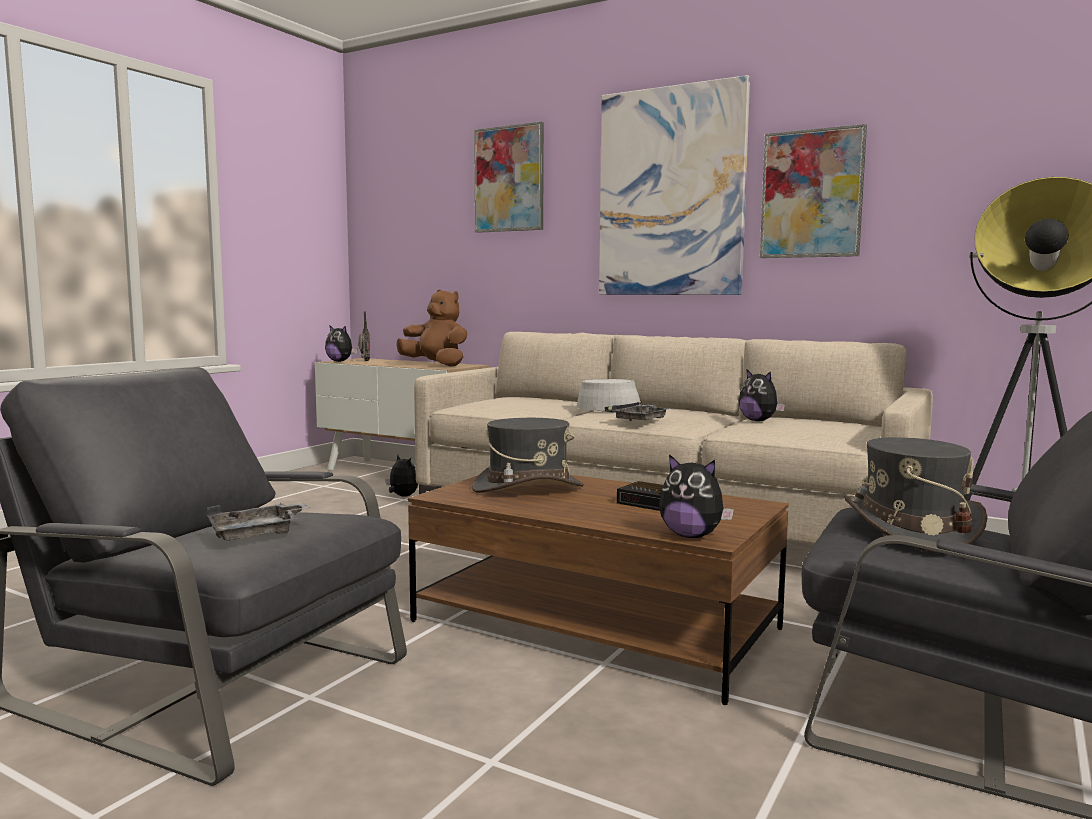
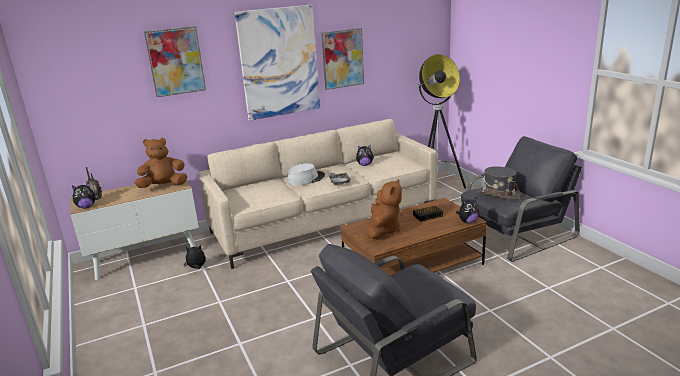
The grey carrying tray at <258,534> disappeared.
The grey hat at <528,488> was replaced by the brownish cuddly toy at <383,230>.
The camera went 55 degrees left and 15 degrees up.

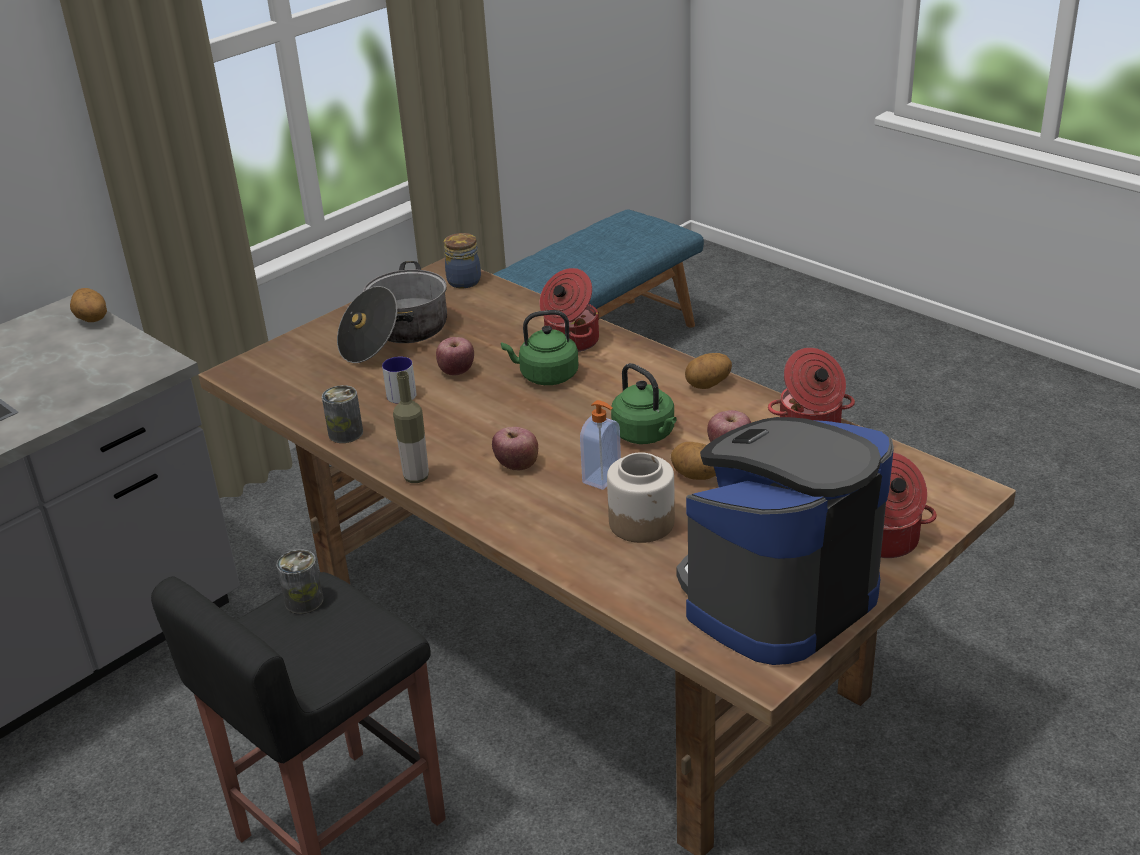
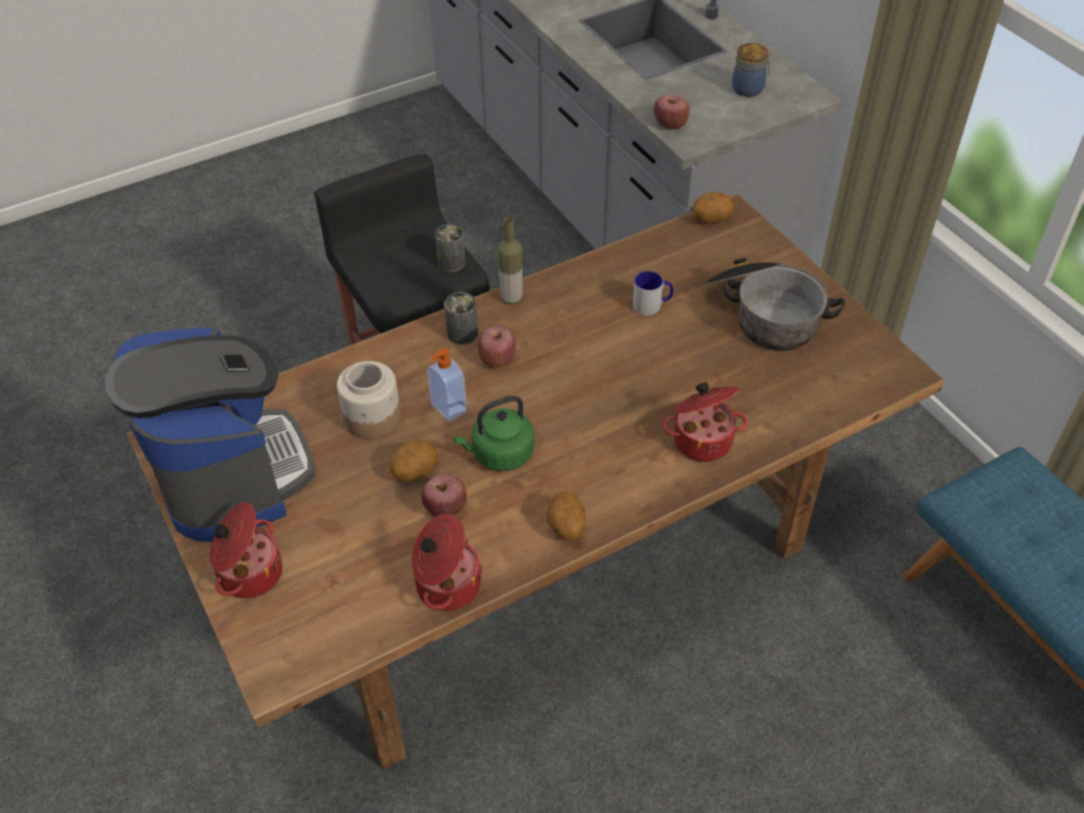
The green tea kettle at <545,376> disappeared.
The spud moved from <92,320> to <711,219>.
The metal can moved from <345,433> to <462,333>.
The apple moved from <457,371> to <670,125>.
The jar moved from <463,281> to <749,89>.
The camera went 105 degrees right and 15 degrees up.

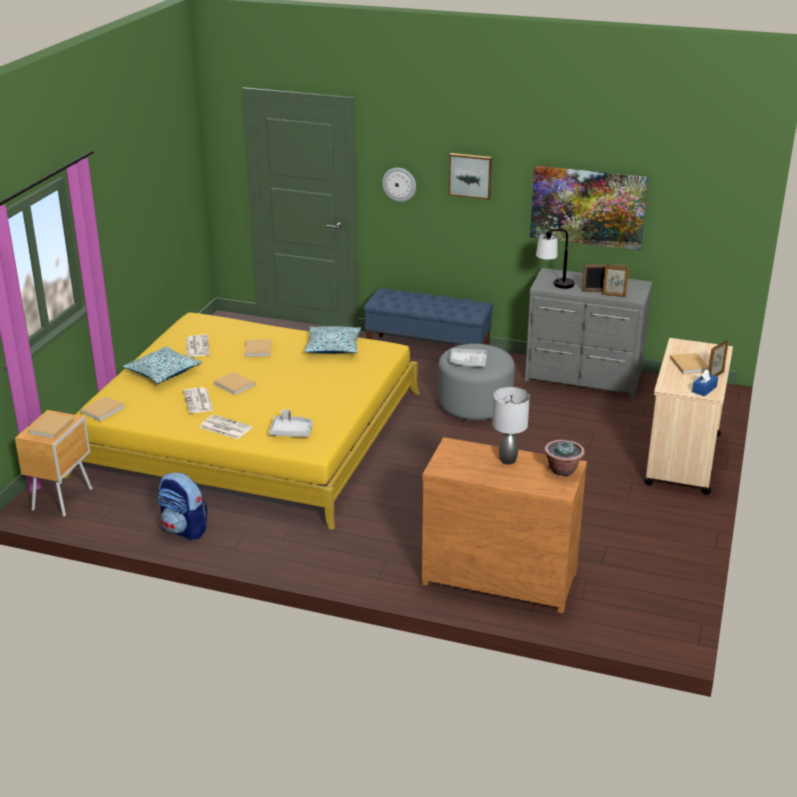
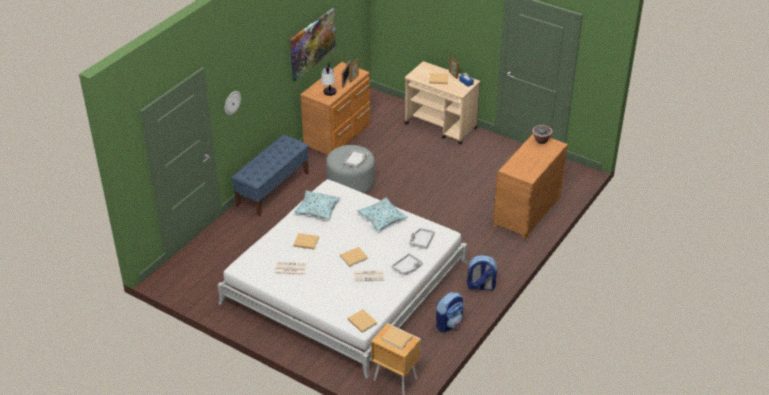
The picture at <470,175> disappeared.
The grey lamp for a table at <508,460> disappeared.
The backpack at <480,286> appeared.
The cushion moved from <163,372> to <382,218>.
The printed paper at <224,427> was replaced by the grey carrying tray at <407,267>.
The yellowish bed at <252,433> became the white bed at <346,283>.
The grey chest of drawers at <584,378> became the brownish chest of drawers at <339,136>.
The camera went 75 degrees left and 10 degrees up.

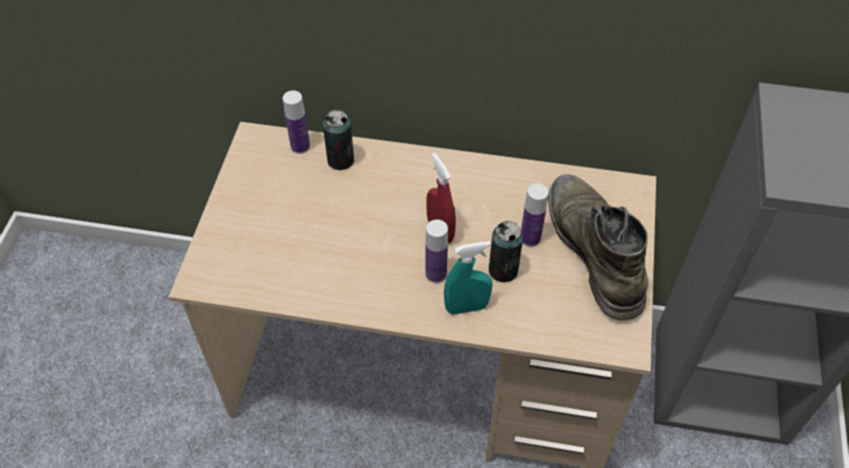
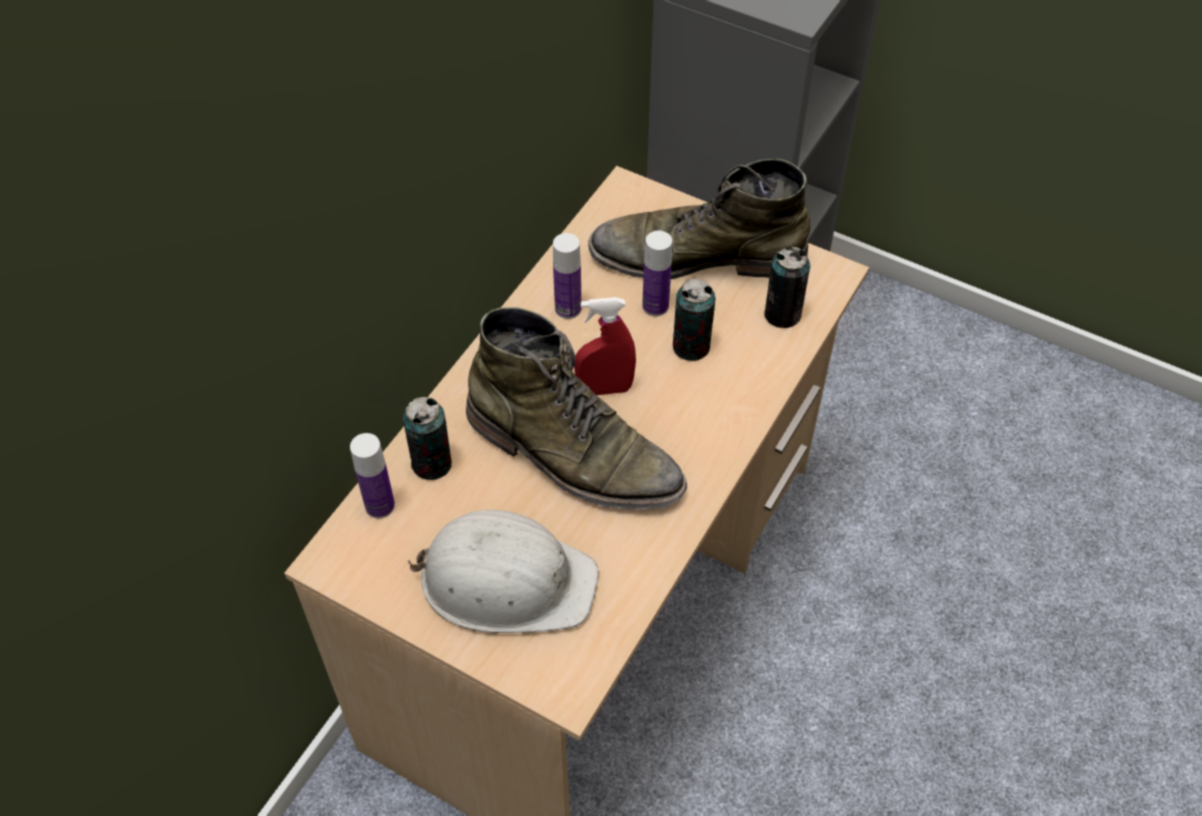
The turquoise-coloured spray bottle at <466,307> disappeared.
The white work helmet at <506,580> appeared.
The green high-top boot at <573,454> appeared.
The metal can at <782,314> appeared.
The beverage bottle moved from <436,274> to <568,308>.
The camera went 70 degrees left and 0 degrees up.

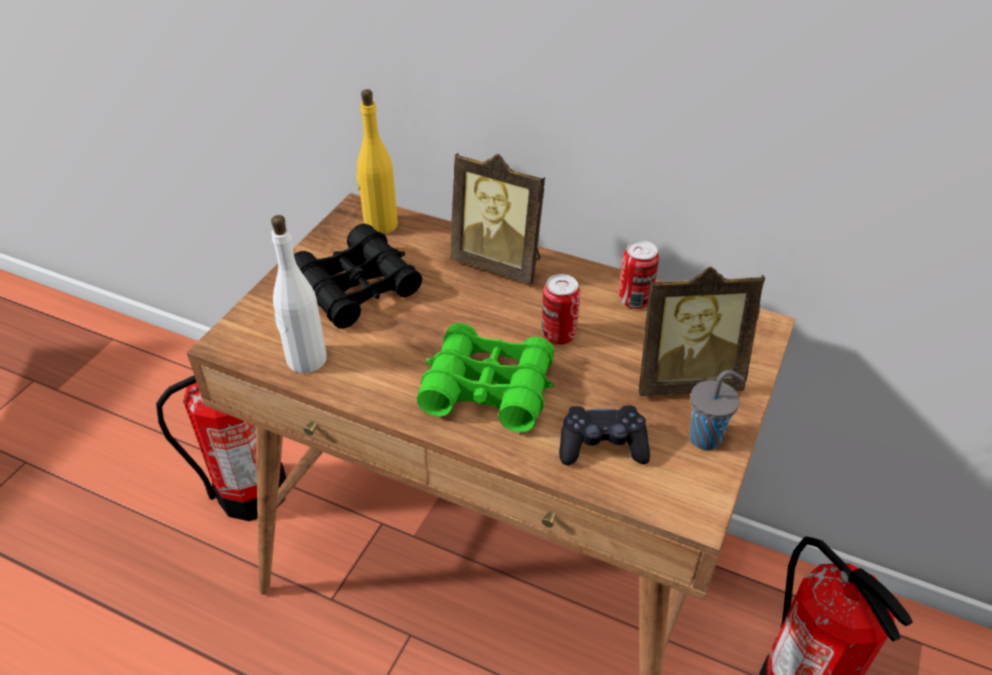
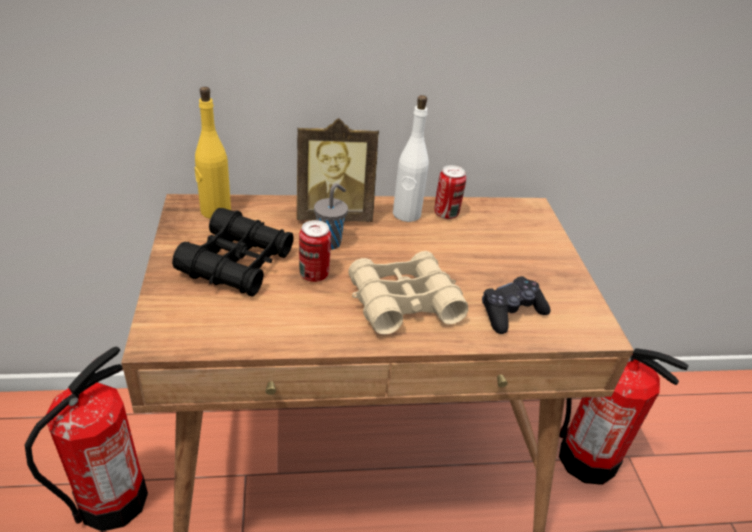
The photo frame at <685,379> disappeared.
The white beverage bottle moved from <306,360> to <406,214>.
The metal can moved from <558,335> to <314,274>.
The grey small cup moved from <707,438> to <330,242>.
The green binoculars at <488,388> became the beige-coloured binoculars at <403,302>.
The camera went 35 degrees left and 5 degrees down.

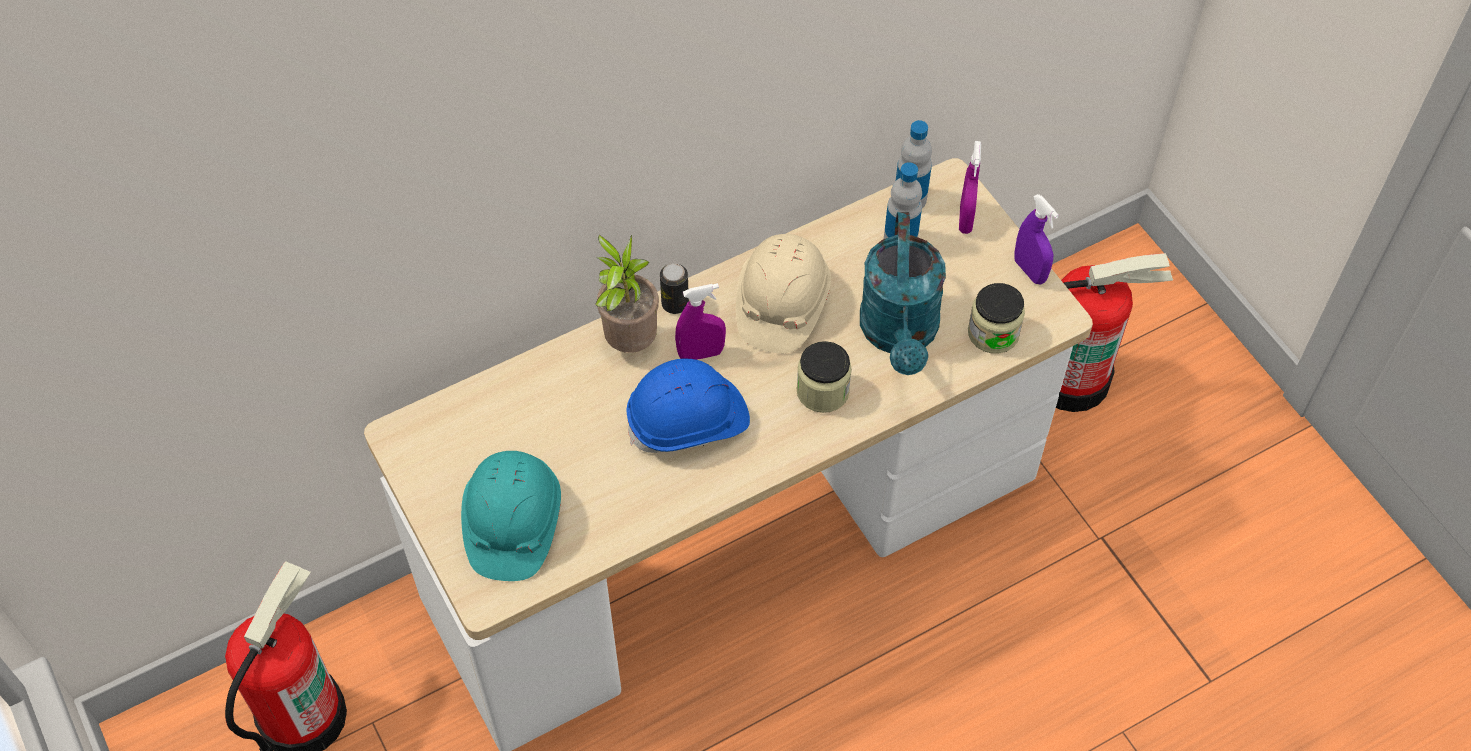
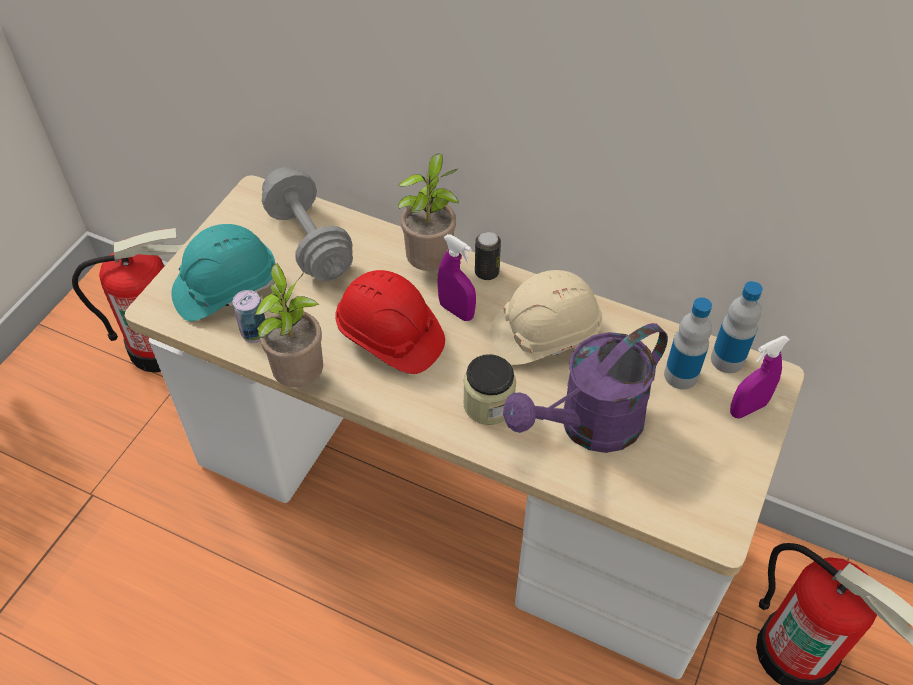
The jar at <993,333> disappeared.
The purple-coloured spray bottle at <1029,271> disappeared.
The metal can at <254,333> appeared.
The potted plant at <300,376> appeared.
The grey free weight at <309,242> appeared.
The bluish work helmet at <688,422> became the reddish work helmet at <390,337>.
The turquoise-coloured sprinkling can at <900,335> became the purple-coloured sprinkling can at <589,426>.
The camera went 55 degrees right and 5 degrees down.

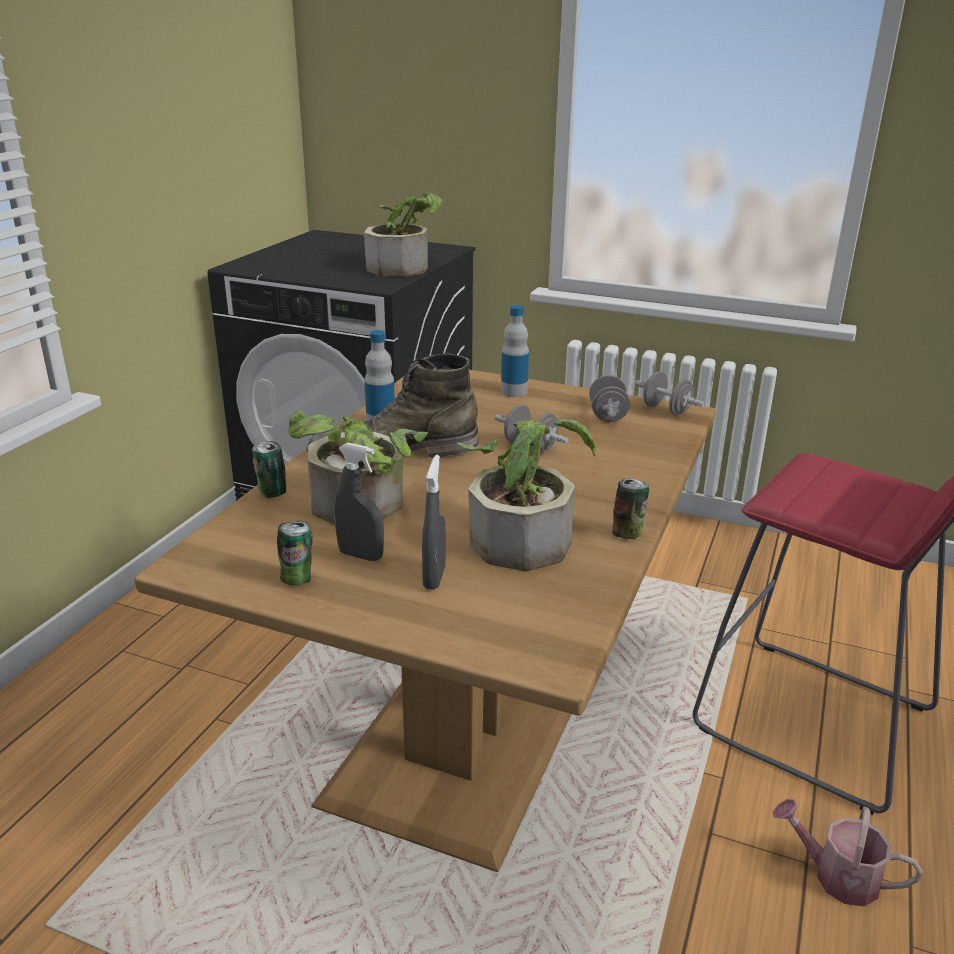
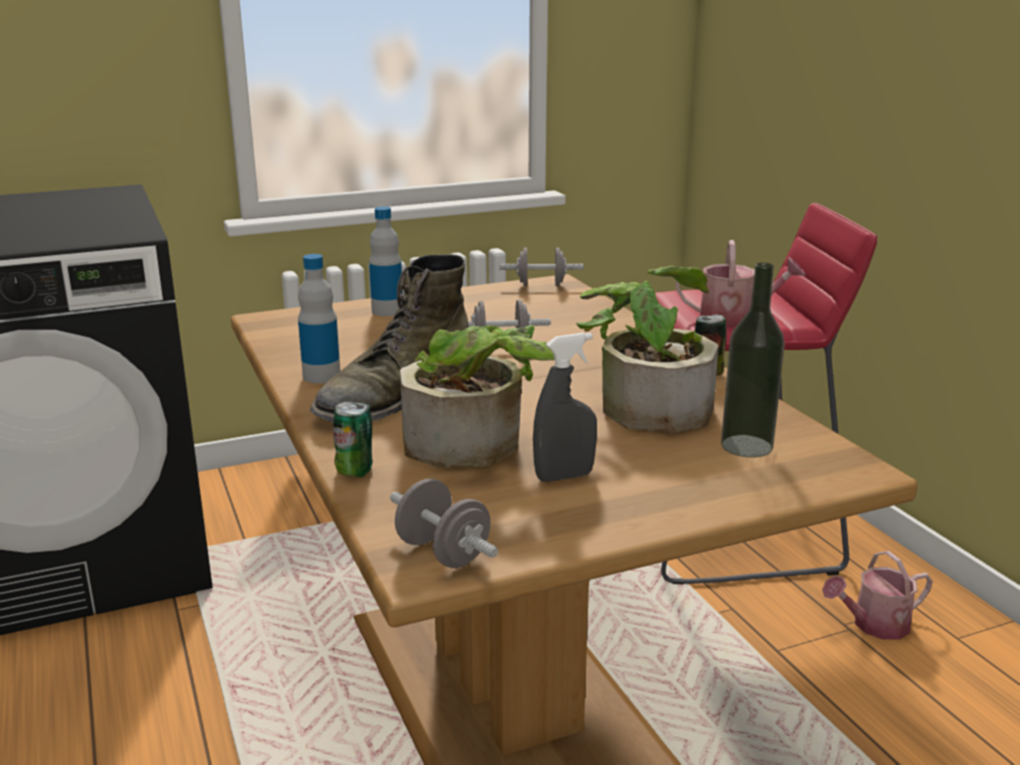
The metal can at <297,579> disappeared.
The potted plant at <404,267> disappeared.
The grey spray bottle at <434,577> disappeared.
The sprinkling can at <735,318> appeared.
The beverage bottle at <746,446> appeared.
The grey free weight moved from <607,415> to <443,553>.
The camera went 45 degrees left and 5 degrees down.

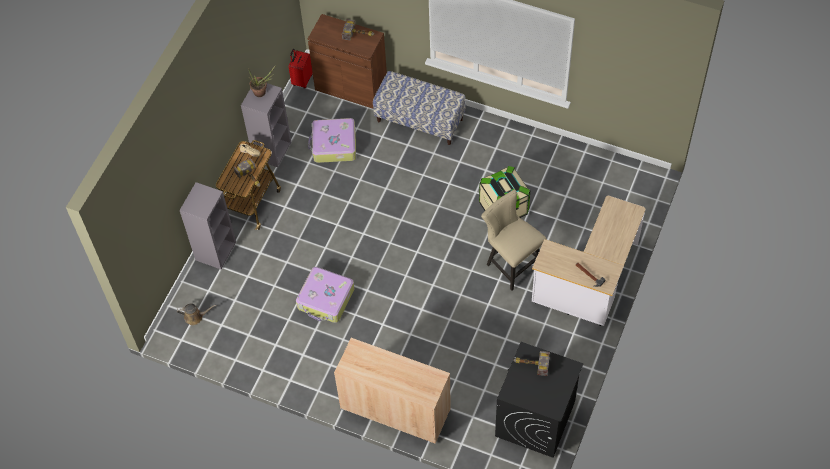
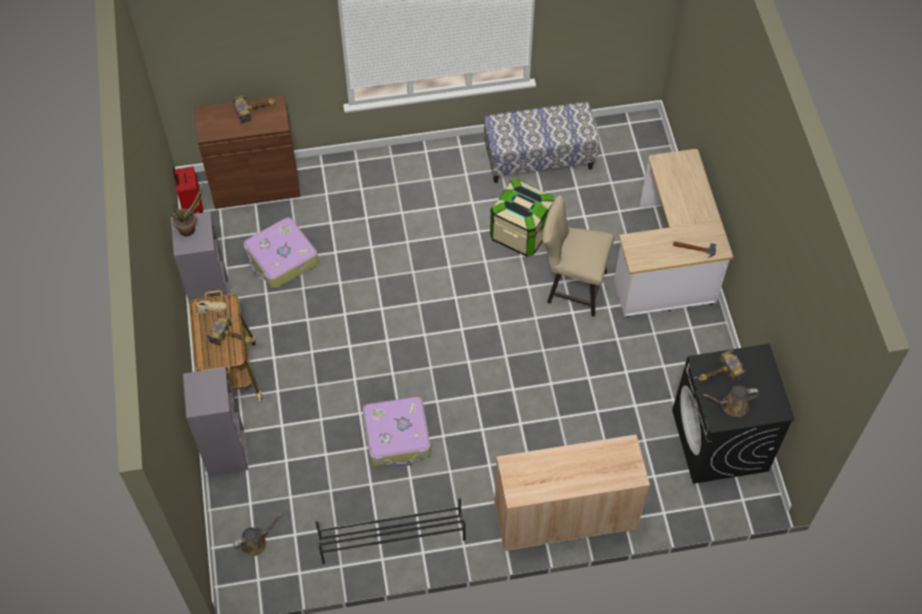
The blackish shoe shelf at <391,538> appeared.
The brownish sprinkling can at <732,406> appeared.
The long seat moved from <420,120> to <539,158>.
The camera went 35 degrees left and 0 degrees up.

